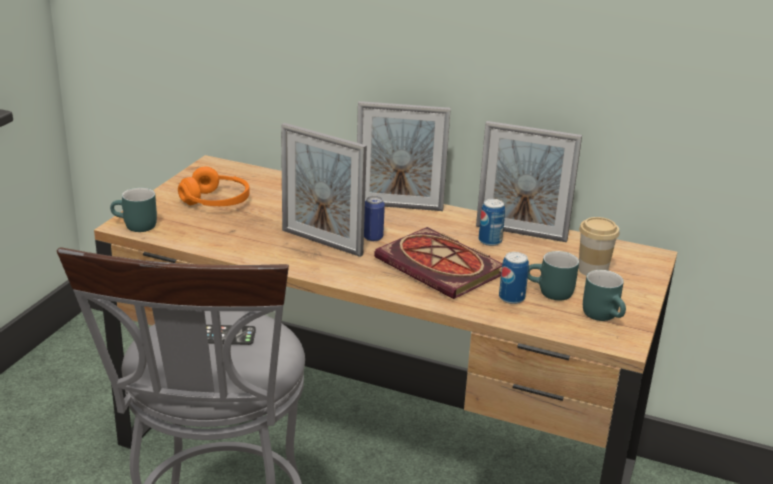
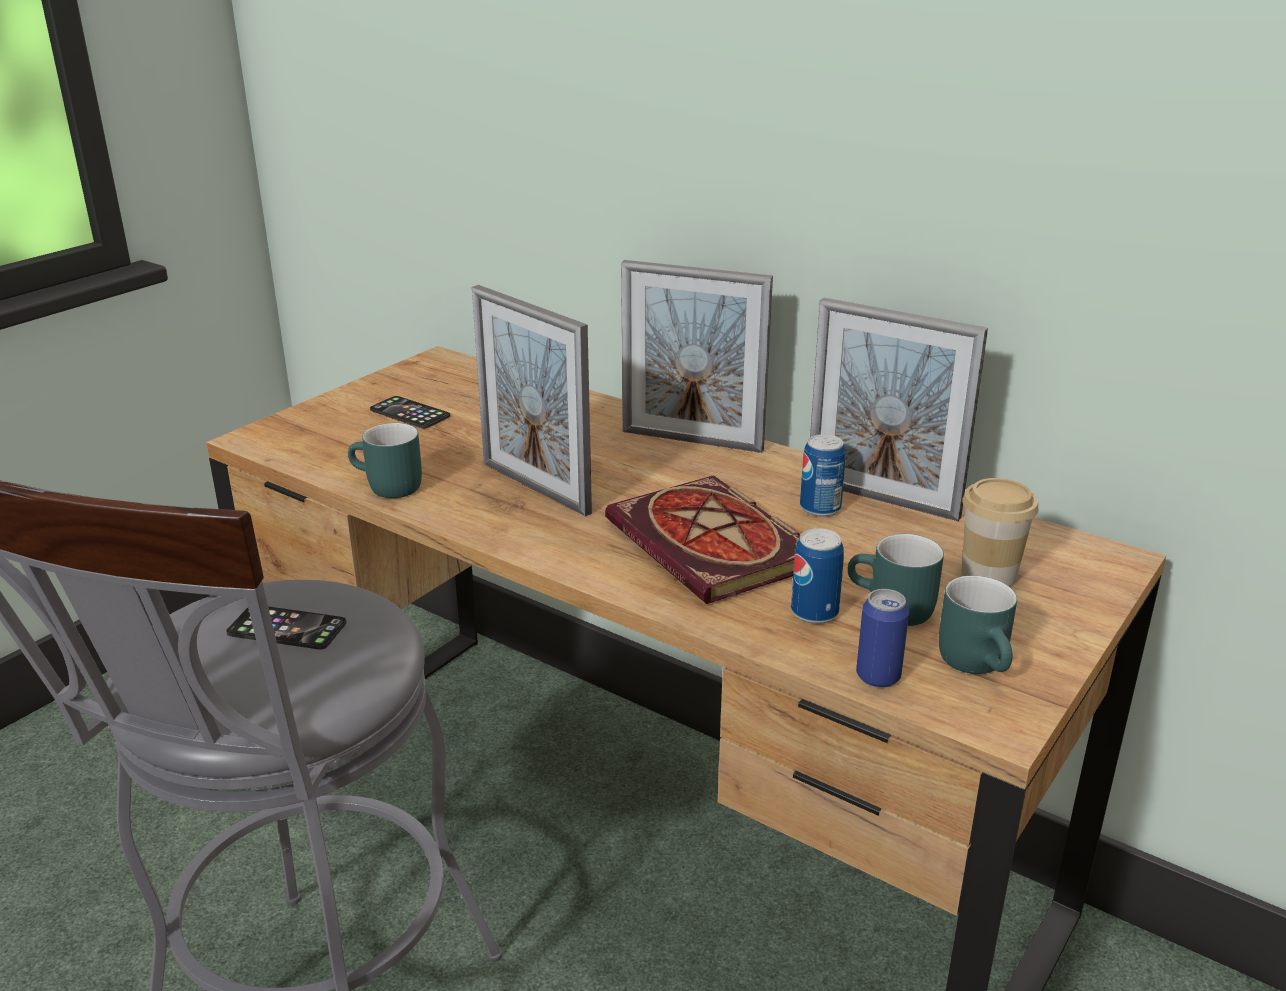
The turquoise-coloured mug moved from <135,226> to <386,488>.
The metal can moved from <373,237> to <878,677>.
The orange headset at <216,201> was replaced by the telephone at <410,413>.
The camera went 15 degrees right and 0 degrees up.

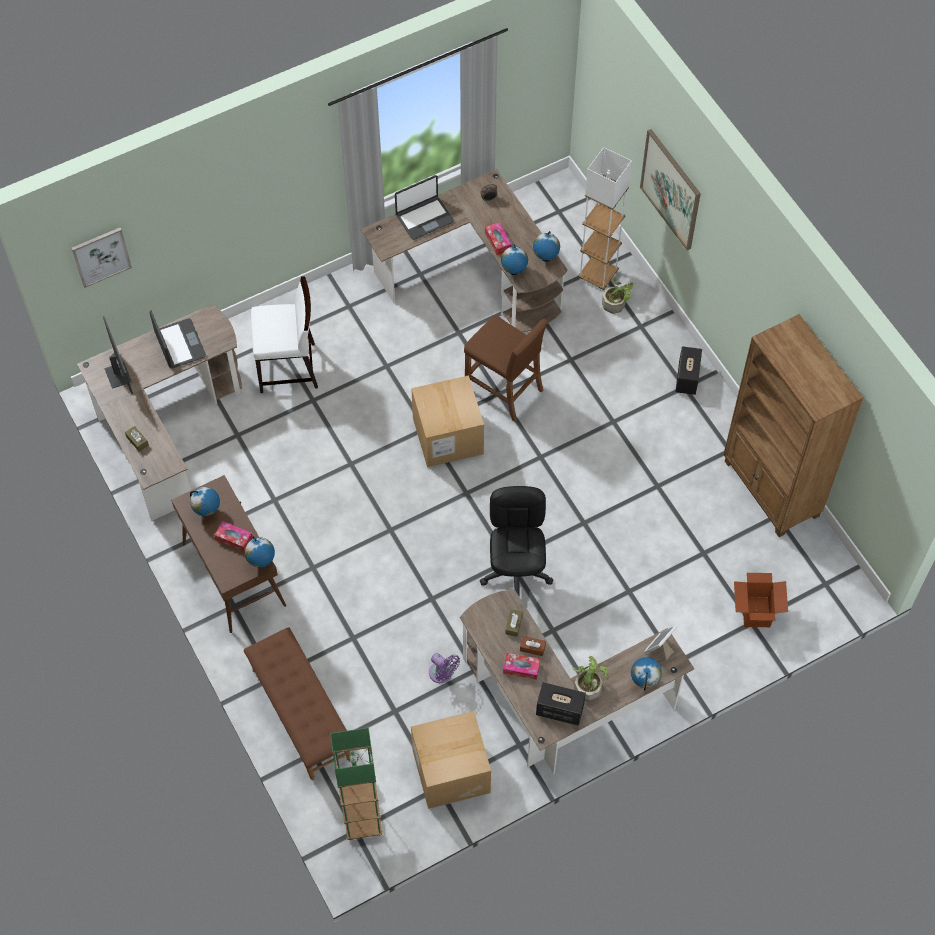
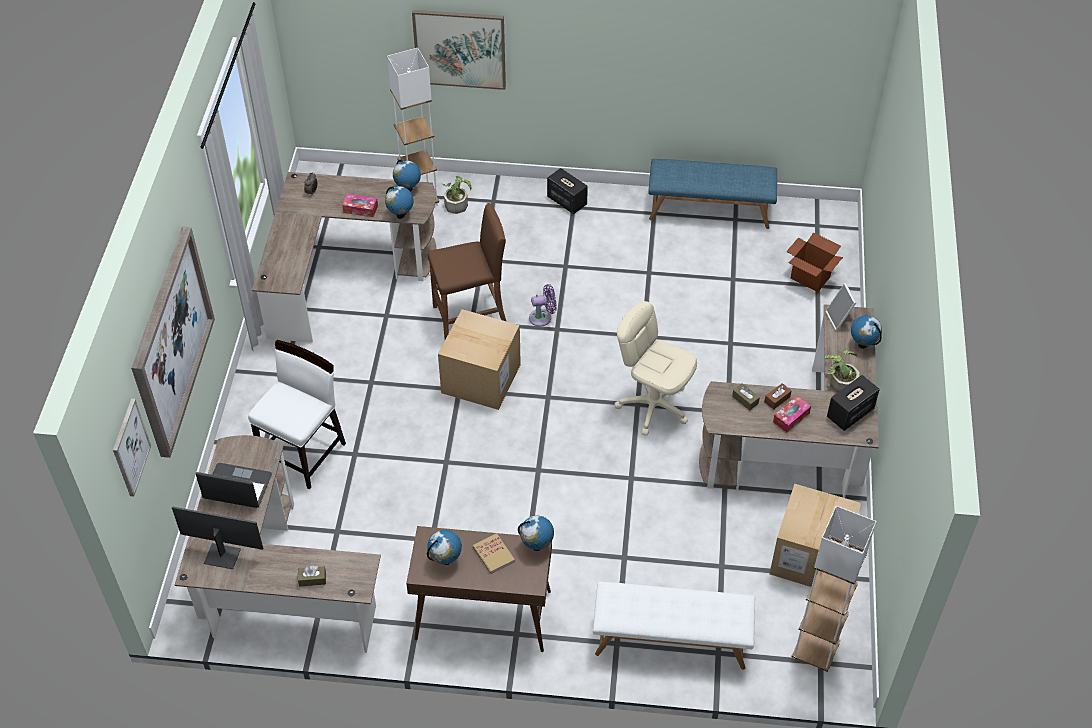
The laptop at <424,218> disappeared.
The picture at <171,341> appeared.
The purple-coloured fan moved from <442,674> to <542,317>.
The tissue box at <234,539> was replaced by the bound book at <493,554>.
The brownish shelving unit at <771,489> was replaced by the bluish long seat at <710,209>.
The brownish long seat at <300,714> became the white long seat at <671,641>.
The green standing lamp at <362,822> became the white standing lamp at <815,651>.
The blackish desk chair at <516,572> became the beige-coloured desk chair at <653,406>.
The camera went 55 degrees left and 10 degrees down.

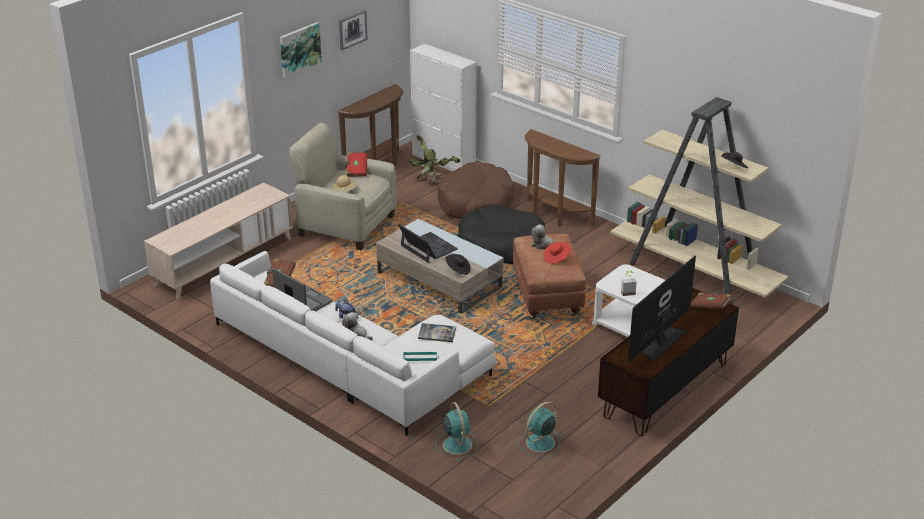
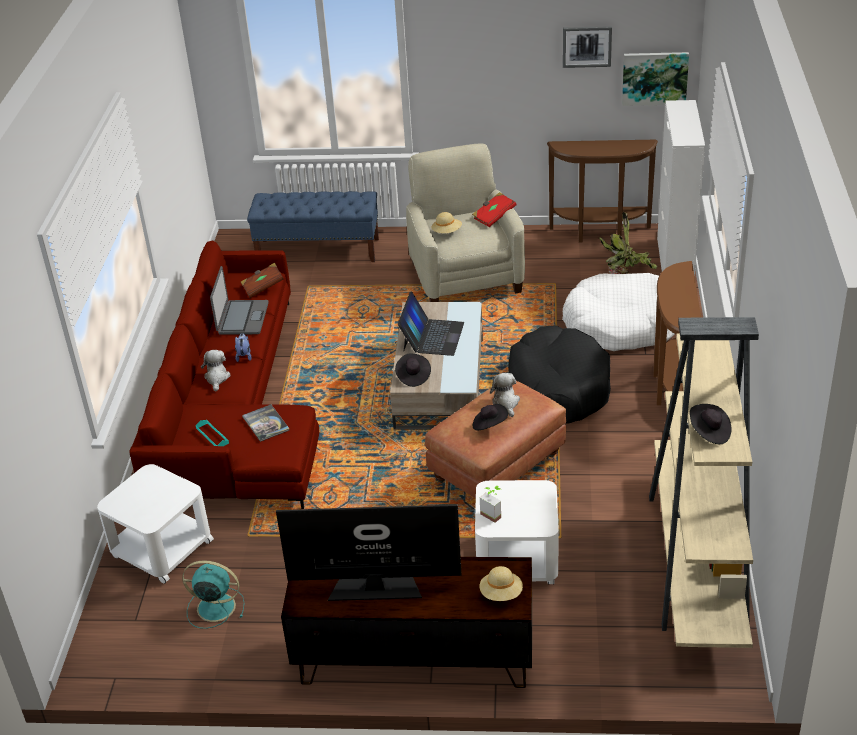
The picture moved from <299,49> to <654,78>.
The beige-coloured media console at <224,261> was replaced by the bluish long seat at <318,250>.
The turquoise-coloured fan at <457,444> was replaced by the white side table at <161,548>.
The brownish bound book at <710,307> was replaced by the beige-coloured hat at <501,594>.
The white couch at <351,362> became the reddish couch at <234,408>.
The brownish dog bed at <475,202> became the white dog bed at <621,325>.
The reddish hat at <556,258> became the blackish hat at <489,425>.
The camera went 55 degrees right and 5 degrees up.

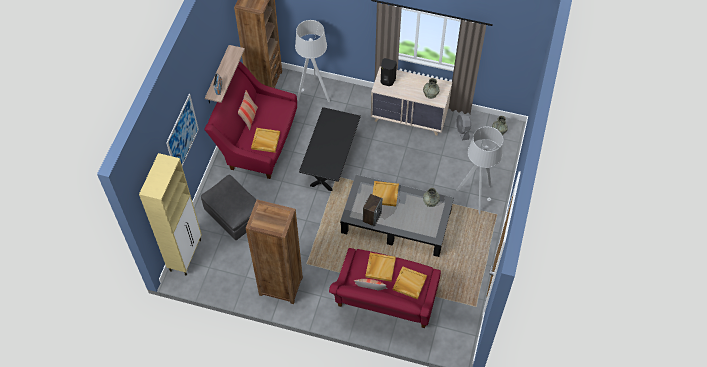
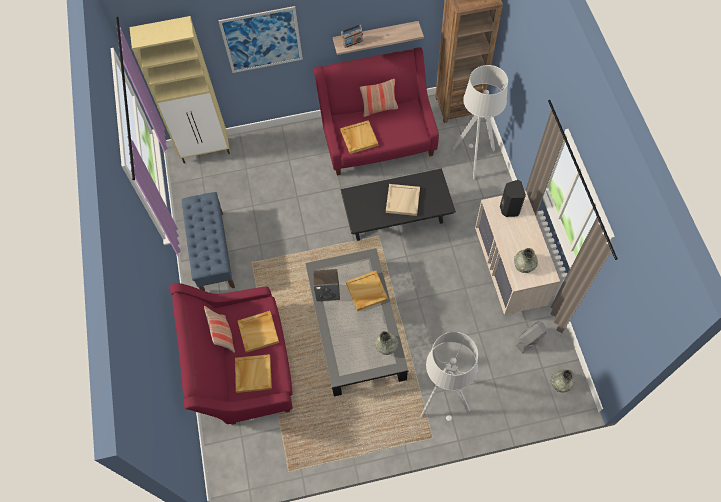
The grey ottoman at <234,215> disappeared.
The beige-coloured carrying tray at <403,201> appeared.
The brownish shelving unit at <280,286> was replaced by the bluish long seat at <212,252>.
The camera went 65 degrees right and 5 degrees up.

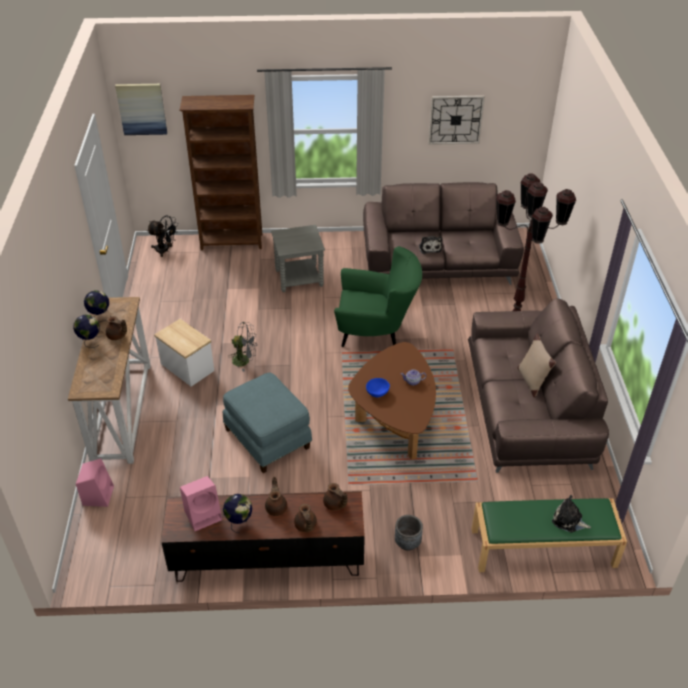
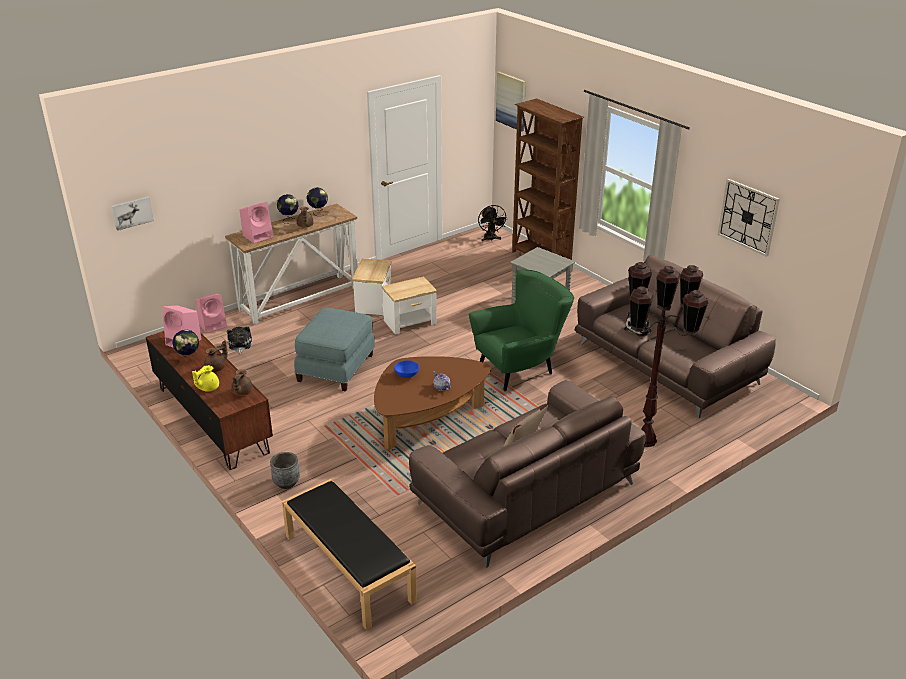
The picture at <132,212> appeared.
The pink loudspeaker at <258,236> appeared.
The cuddly toy moved from <569,520> to <239,345>.
The grey fan at <245,360> was replaced by the side table at <410,323>.
The brownish pot for tea at <305,526> became the yellowish pot for tea at <207,388>.
The green long seat at <542,548> became the blackish long seat at <347,567>.
The green armchair at <376,333> turned 90 degrees counterclockwise.
The camera went 55 degrees right and 10 degrees down.

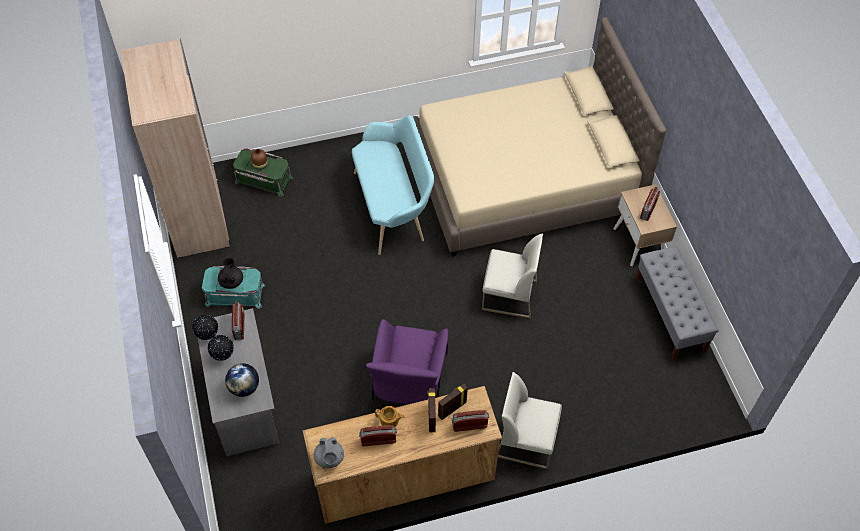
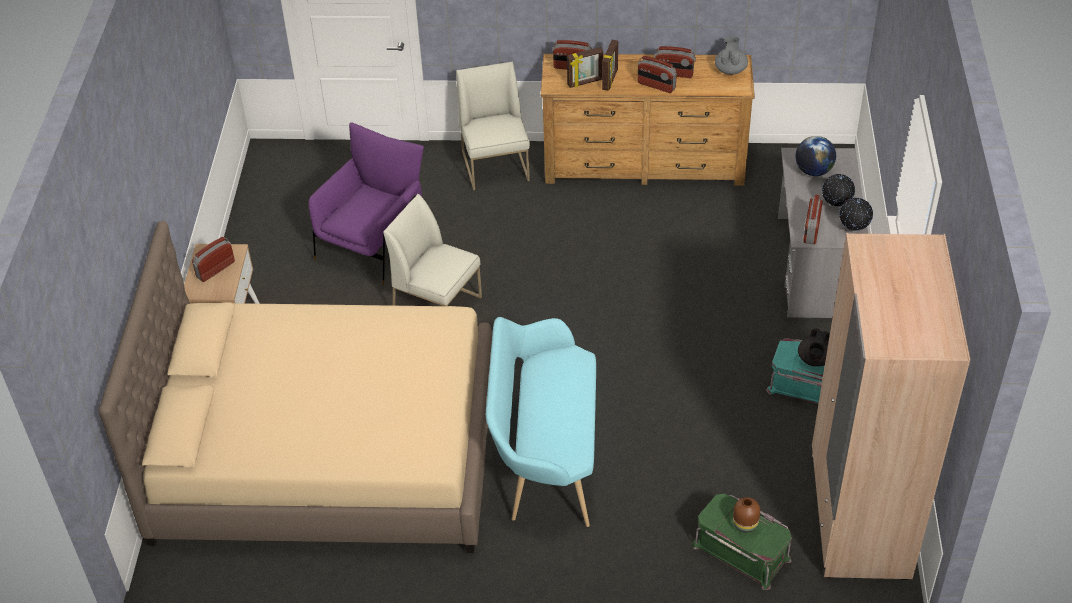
The grey long seat at <670,314> disappeared.
The purple-coloured armchair moved from <409,380> to <373,243>.
The pot for tea at <389,420> was replaced by the radio at <656,86>.
The white chair at <526,440> turned 135 degrees counterclockwise.
The camera went 160 degrees left and 10 degrees down.

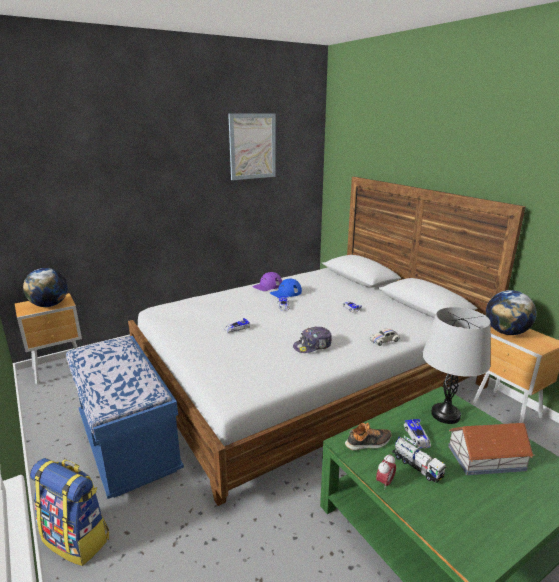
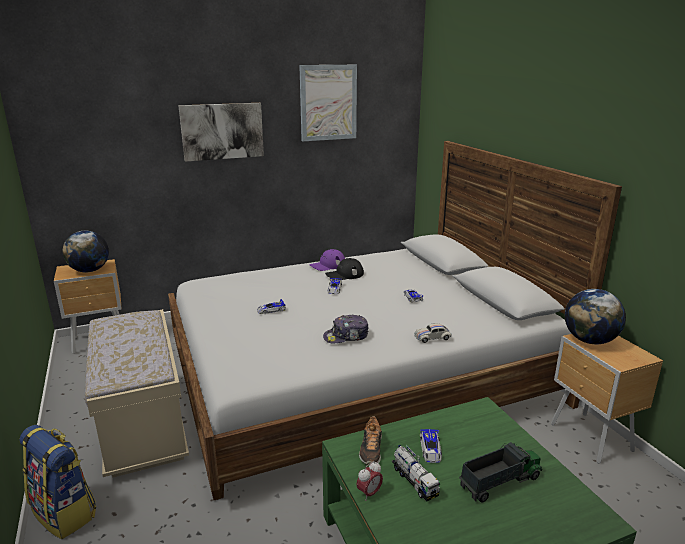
The grey lamp for a table at <445,415> disappeared.
The picture at <222,131> appeared.
The toy house at <485,457> was replaced by the toy truck at <500,482>.
The bluish long seat at <128,444> became the beige-coloured long seat at <144,425>.
The bluish cap at <285,293> became the blackish cap at <344,274>.
The item of footwear at <368,443> turned 105 degrees clockwise.
The camera went 10 degrees right and 0 degrees up.

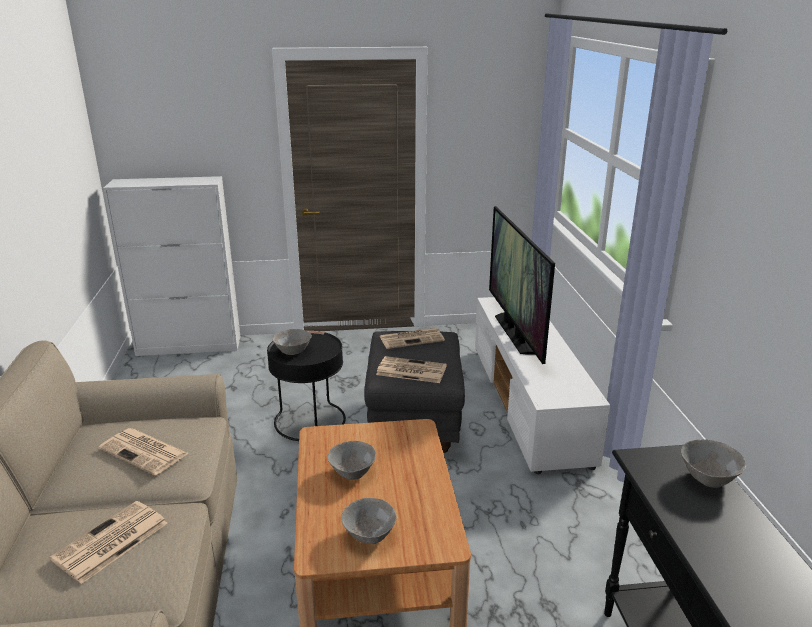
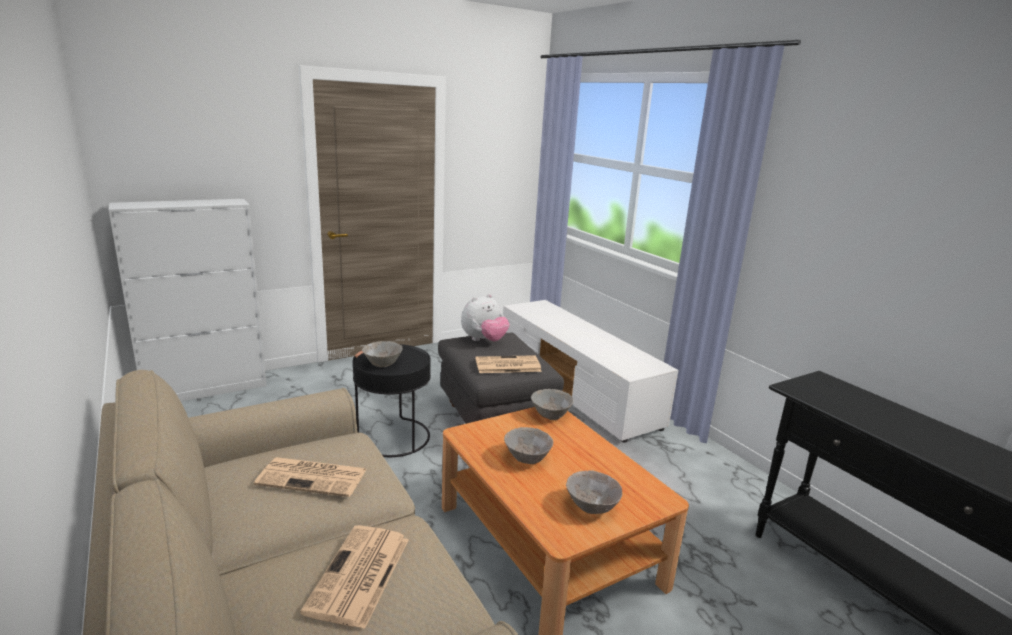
The TV set at <515,333> disappeared.
The grey serving bowl moved from <708,478> to <551,415>.
The printed paper at <412,338> was replaced by the cuddly toy at <484,340>.
The camera went 25 degrees left and 5 degrees down.

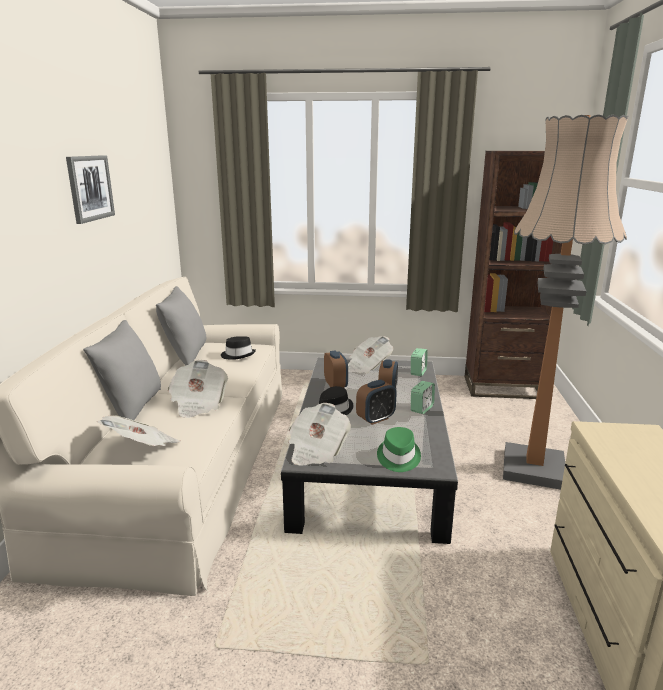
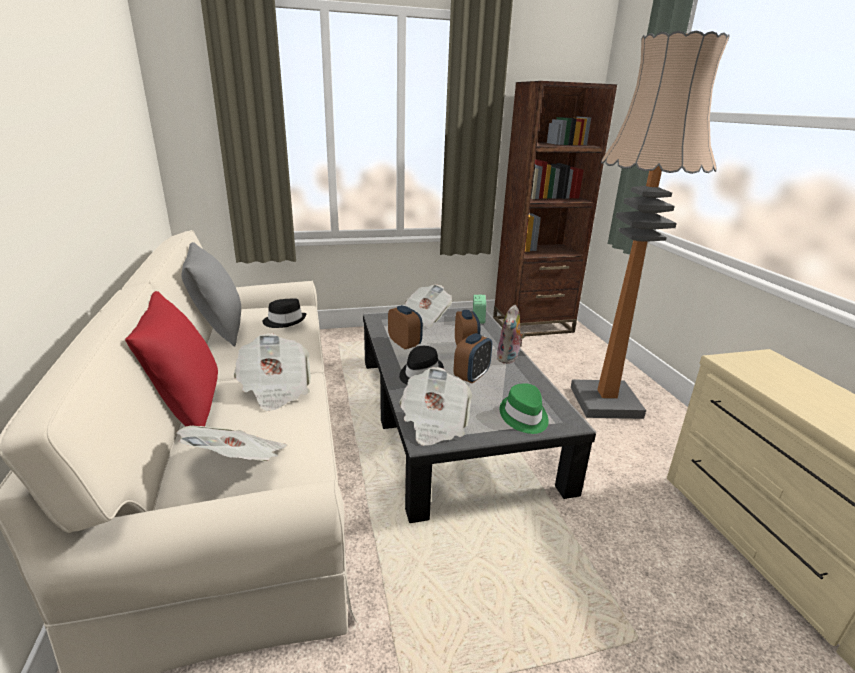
The picture at <90,188> disappeared.
The table clock at <422,409> was replaced by the cuddly toy at <509,358>.
The grey cushion at <131,409> became the reddish cushion at <187,409>.
The camera went 20 degrees left and 5 degrees up.

